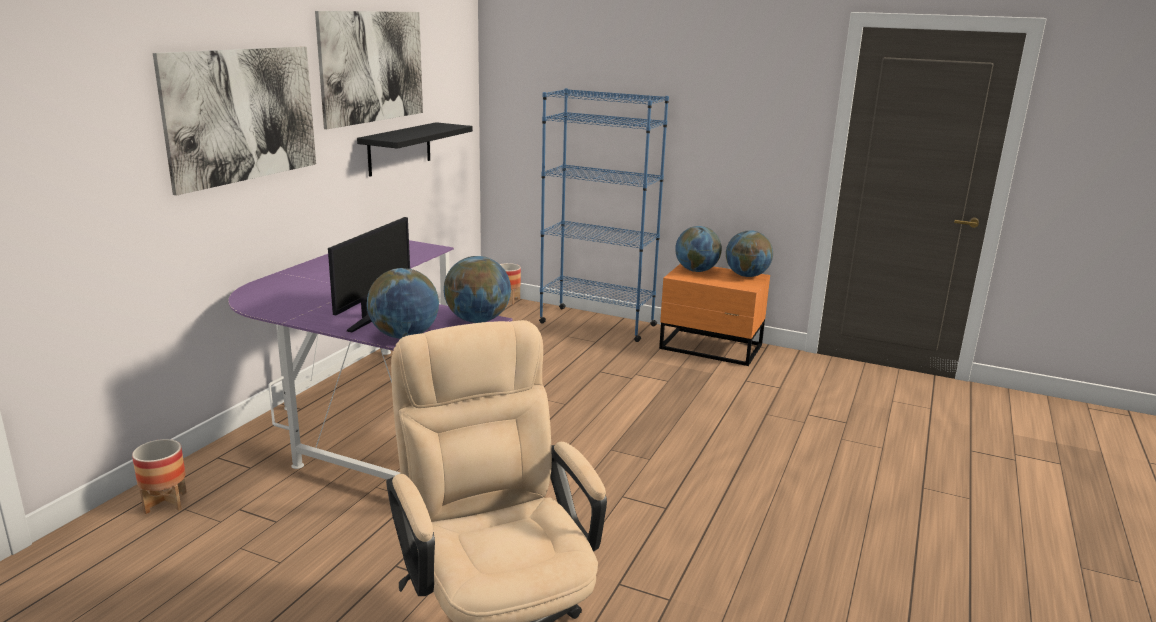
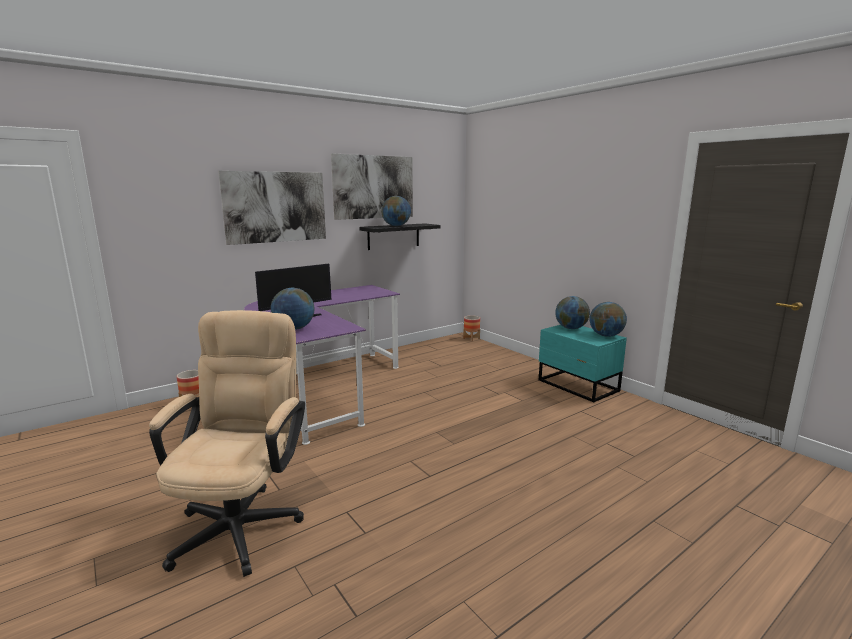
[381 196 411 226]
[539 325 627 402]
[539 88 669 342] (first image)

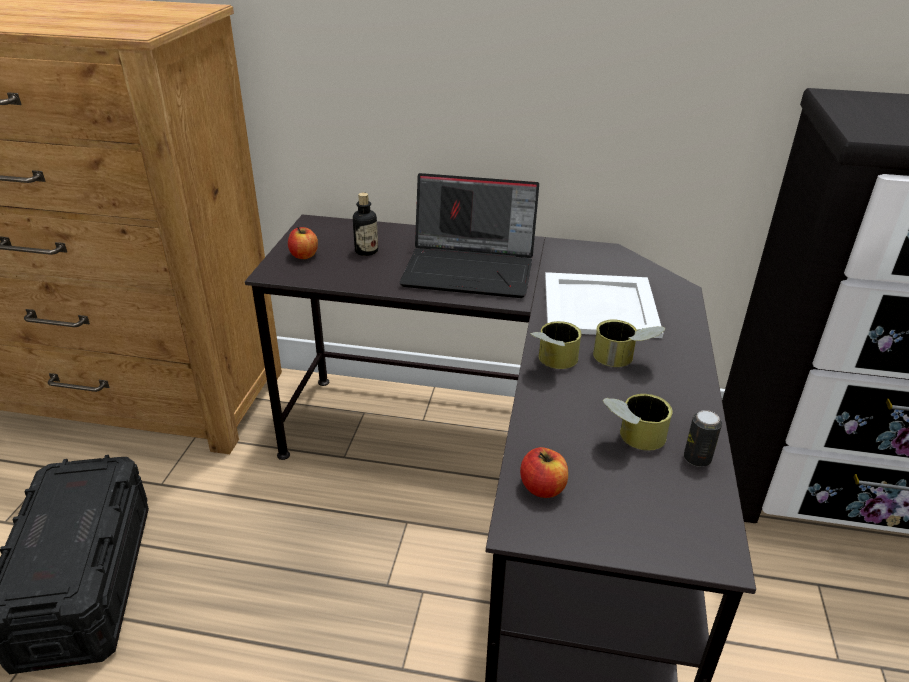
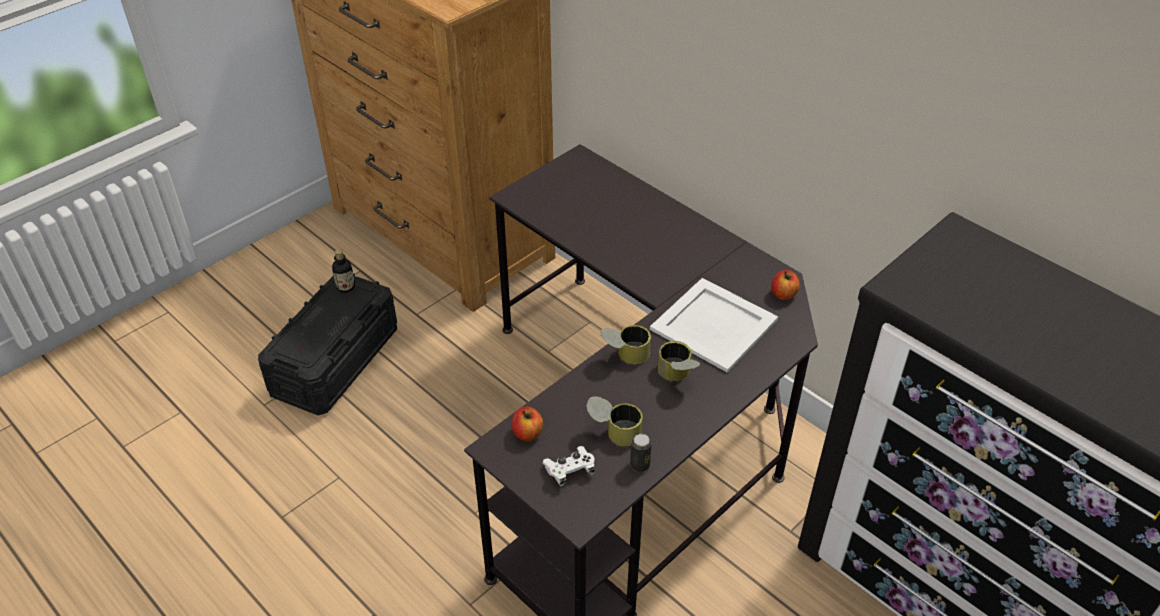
[332 249 355 293]
[543 446 595 486]
[771 270 800 300]
[399 173 539 298] (first image)

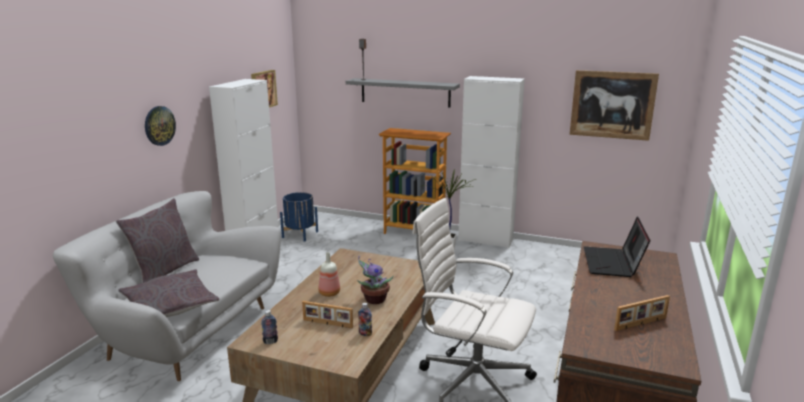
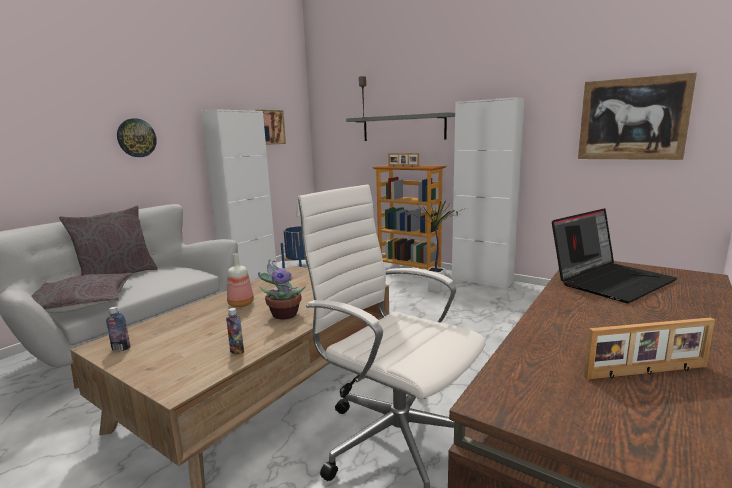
[388 153 419 167]
[552 208 677 303]

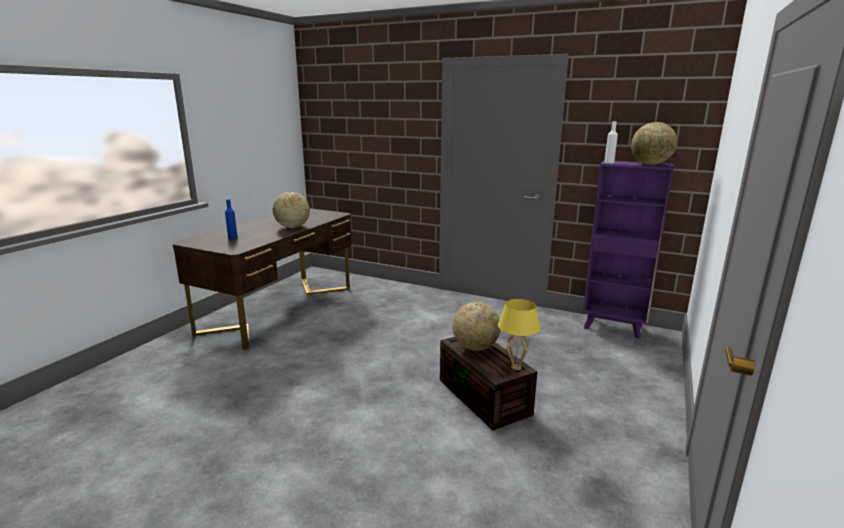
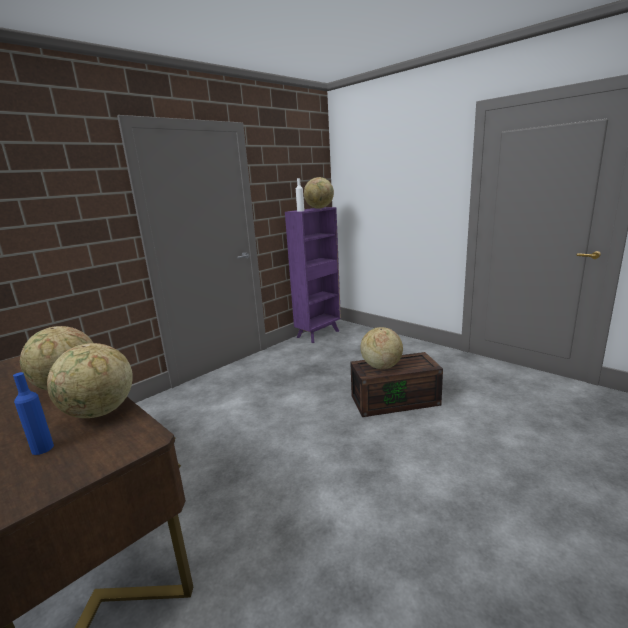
[47 343 133 418]
[498 299 540 370] (first image)

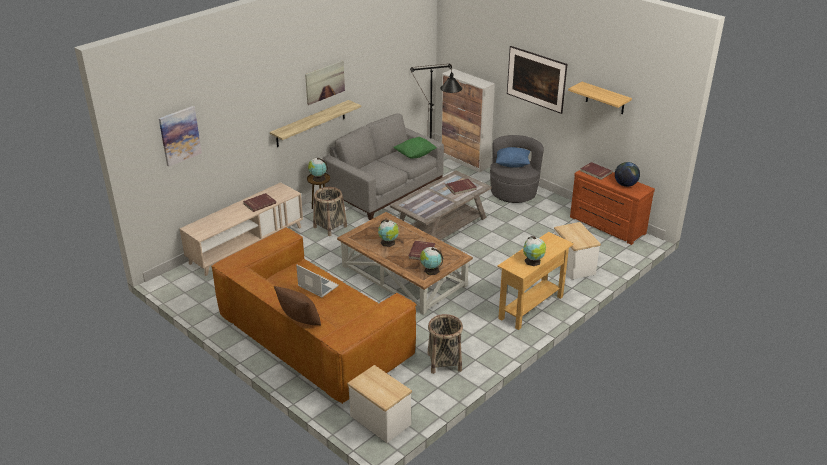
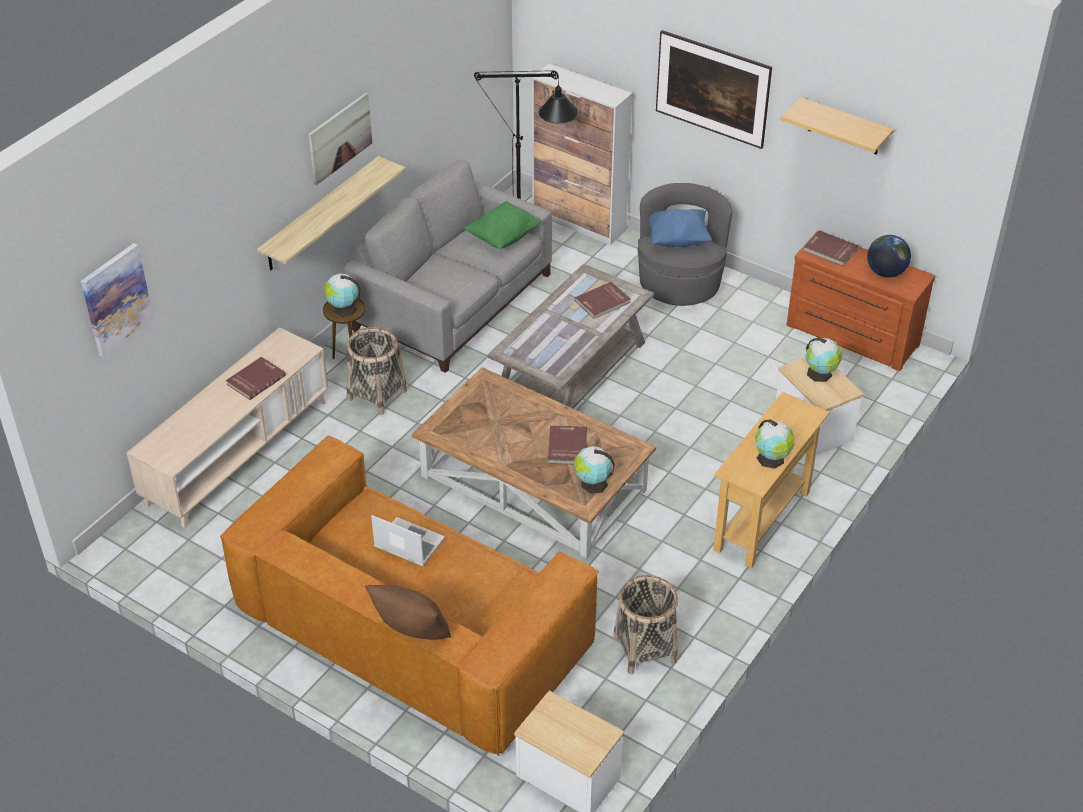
[806 338 842 382]

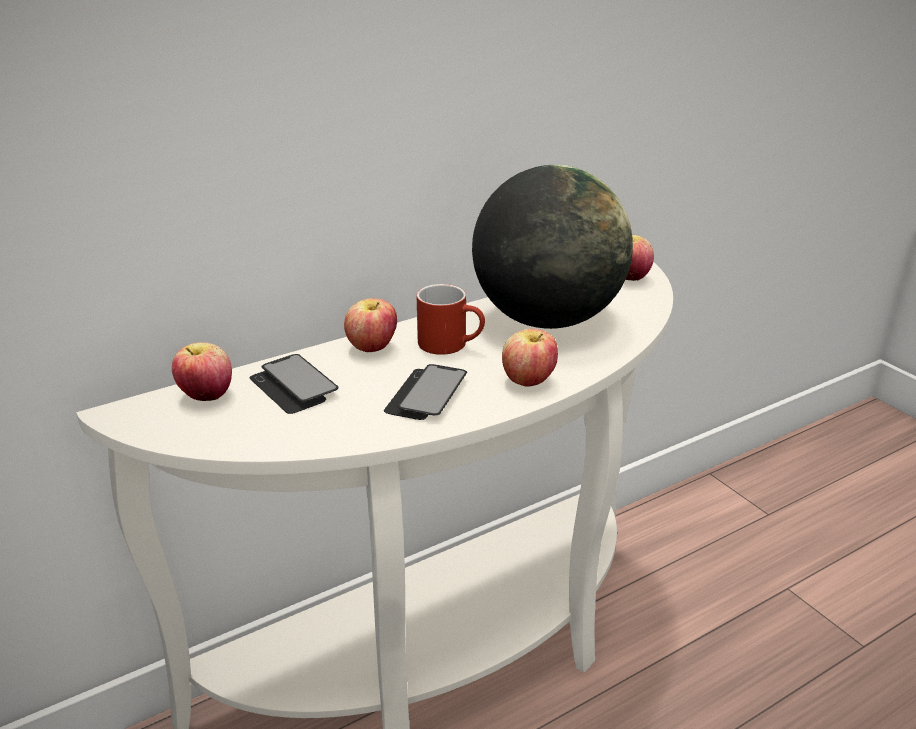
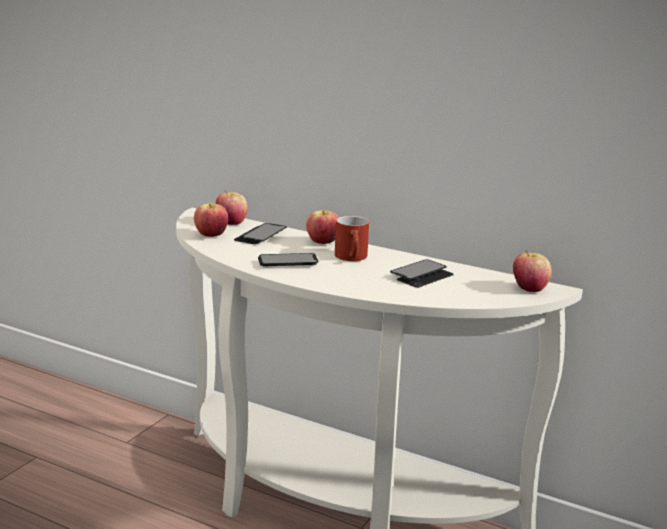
[194 203 228 237]
[390 259 454 287]

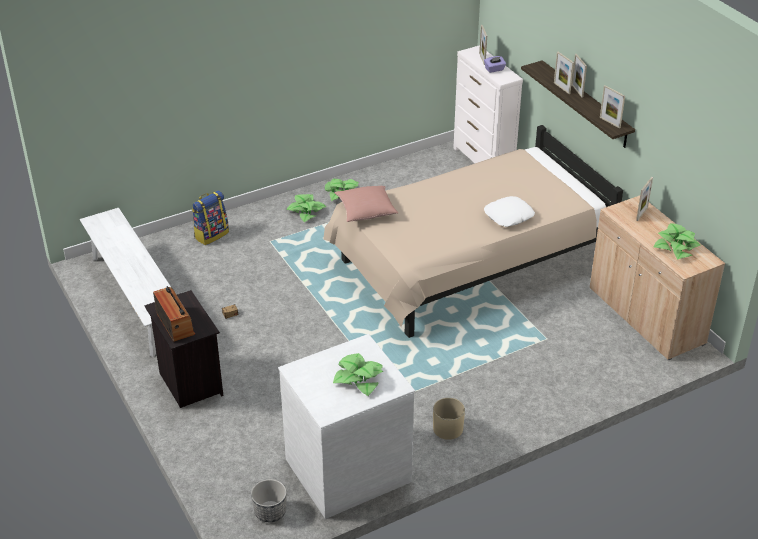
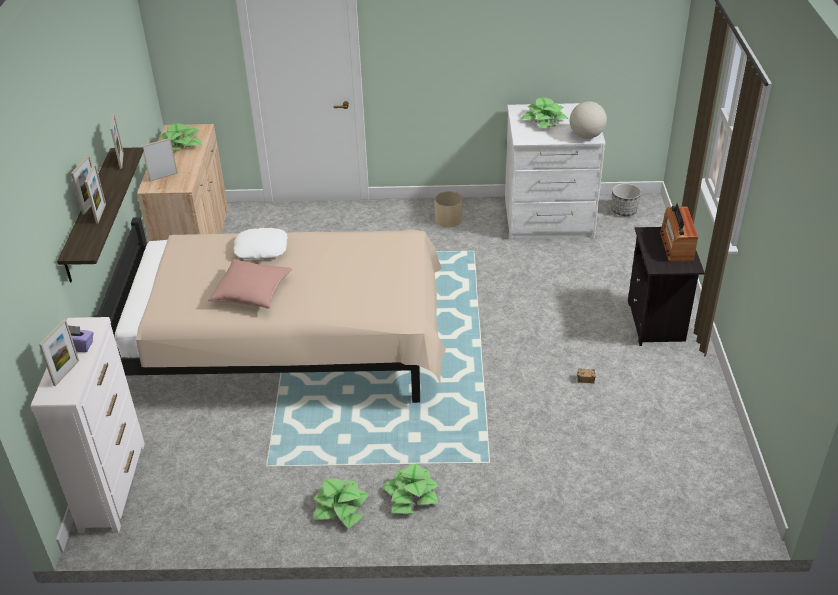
[208 259 292 309]
[570 101 607 139]
[80 208 172 357] (first image)
[192 190 229 245] (first image)

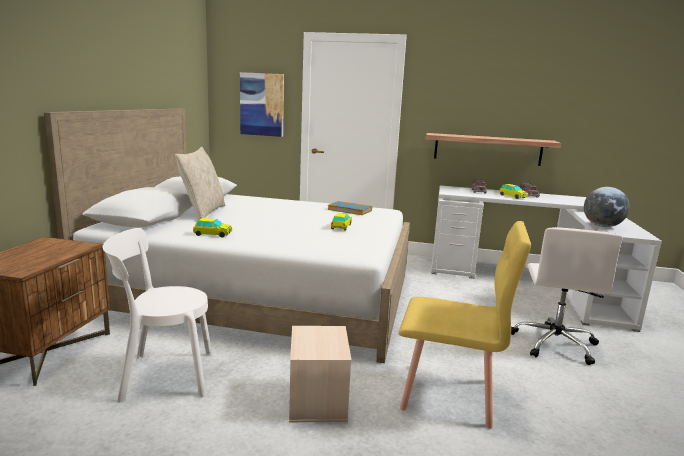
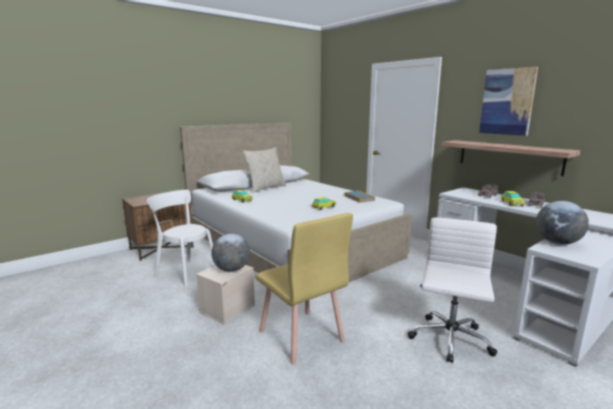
[211 234 250 272]
[407 217 497 363]
[479 67 538 136]

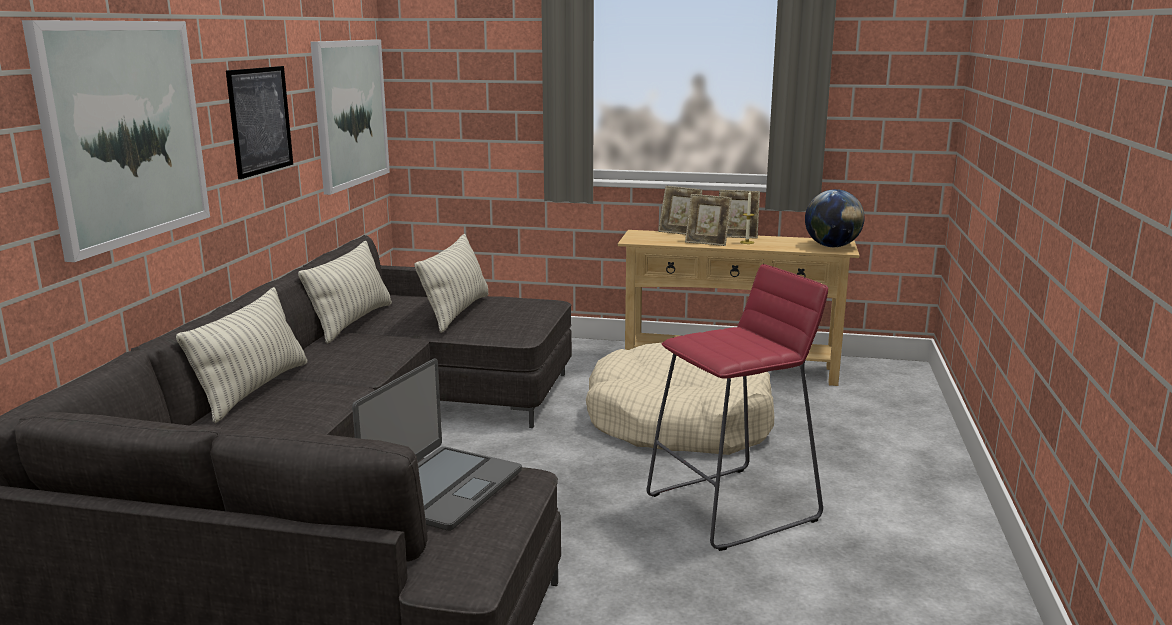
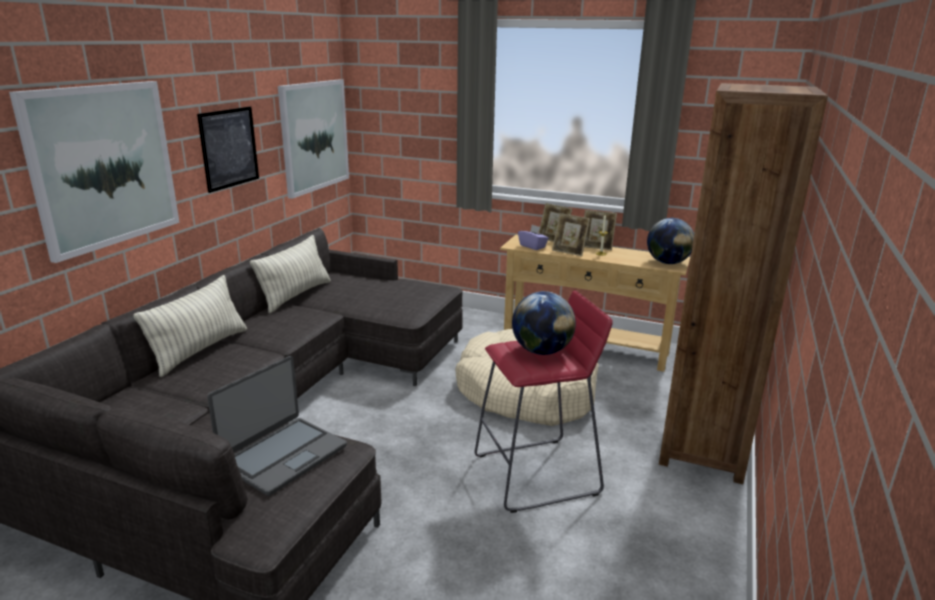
[512 291 576 355]
[518 225 549 250]
[659 83 828 484]
[415 234 489 333] (first image)

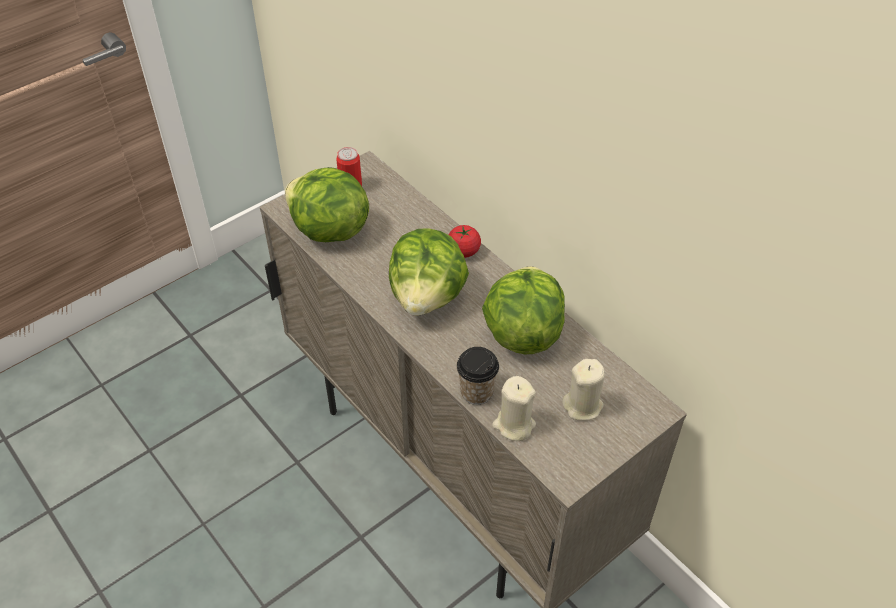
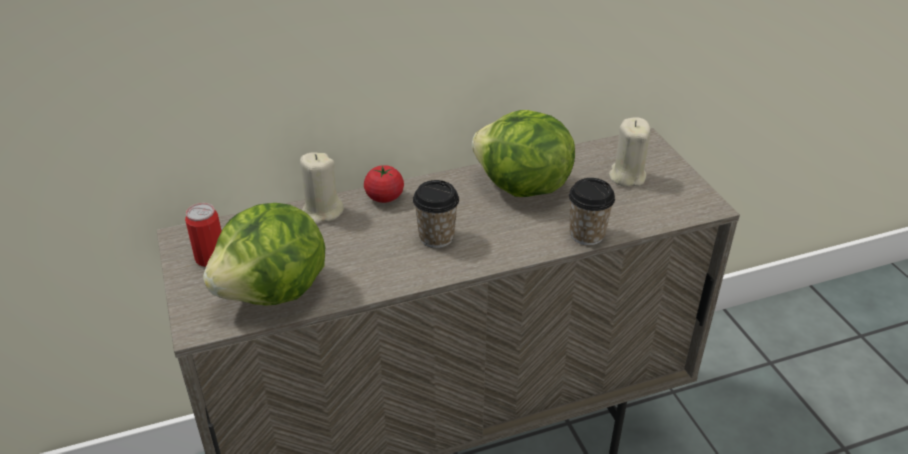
[300 152 344 224]
[413 180 459 248]

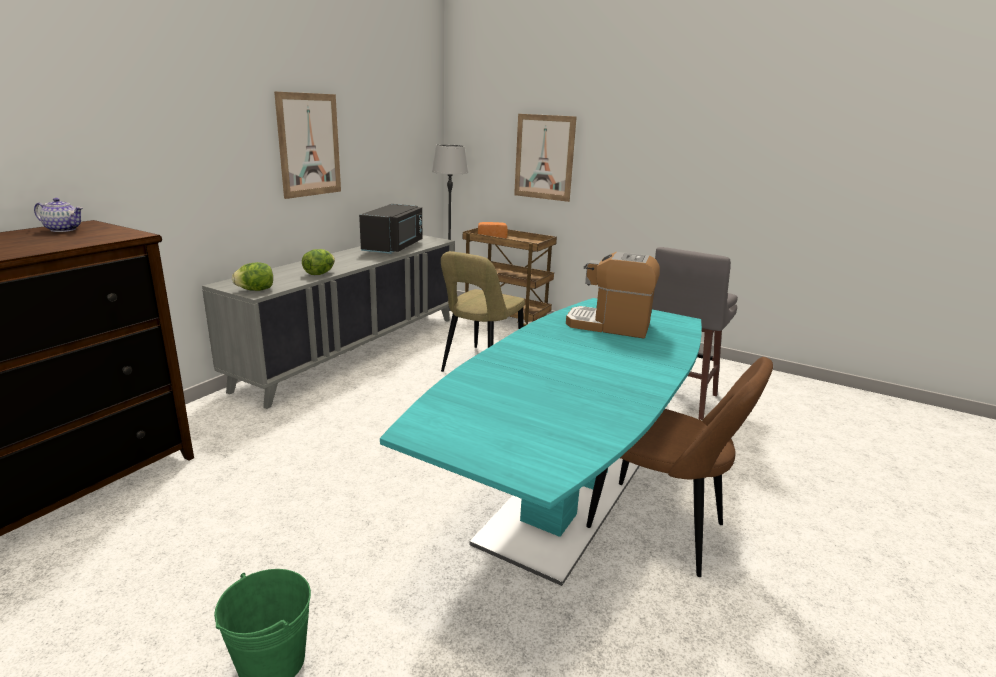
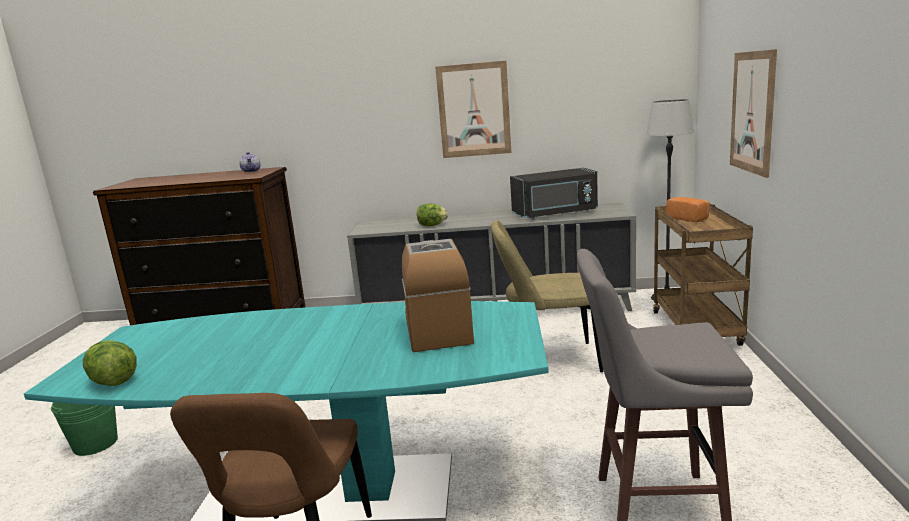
[83 340 137 386]

